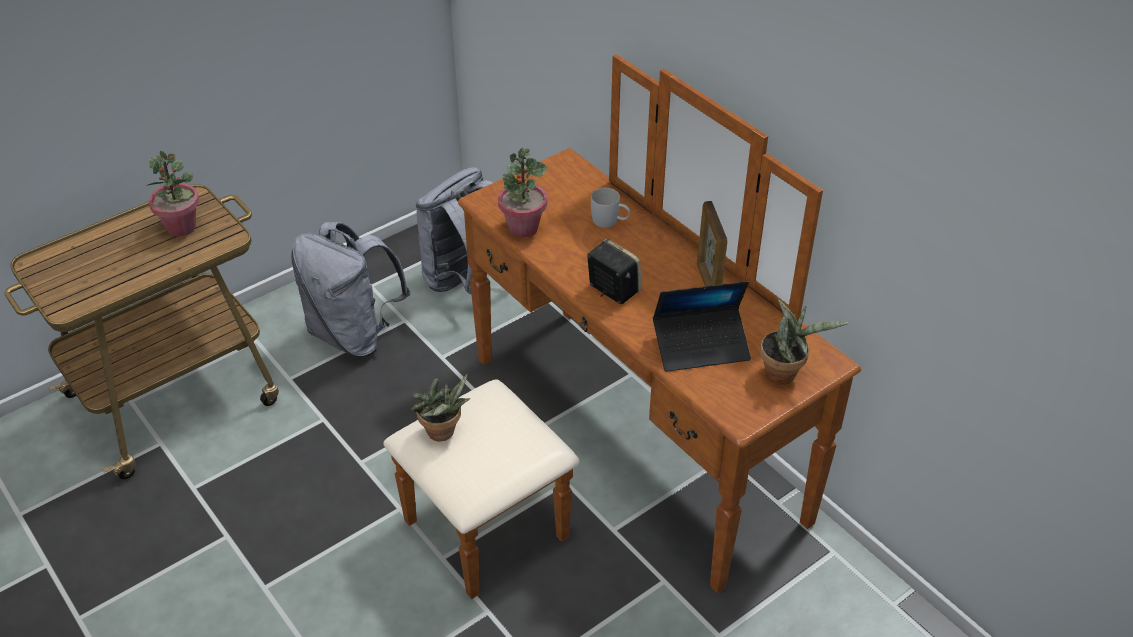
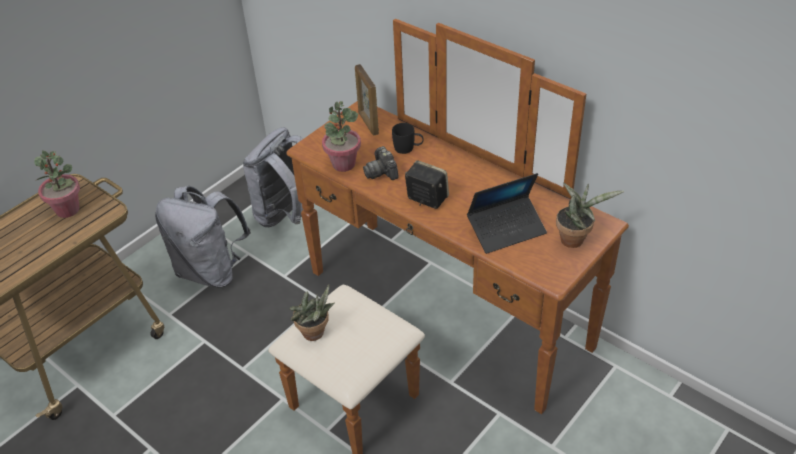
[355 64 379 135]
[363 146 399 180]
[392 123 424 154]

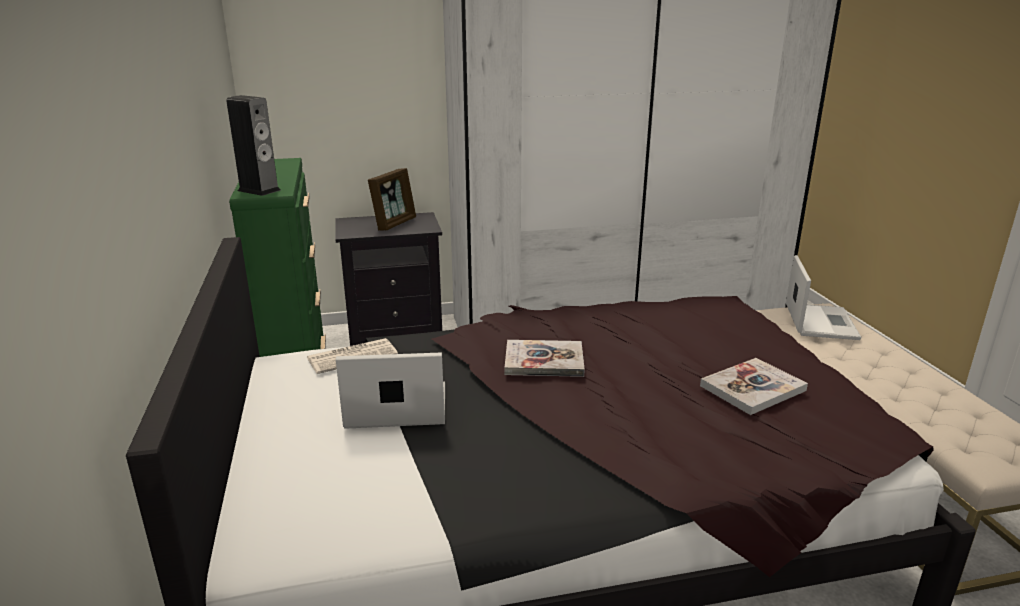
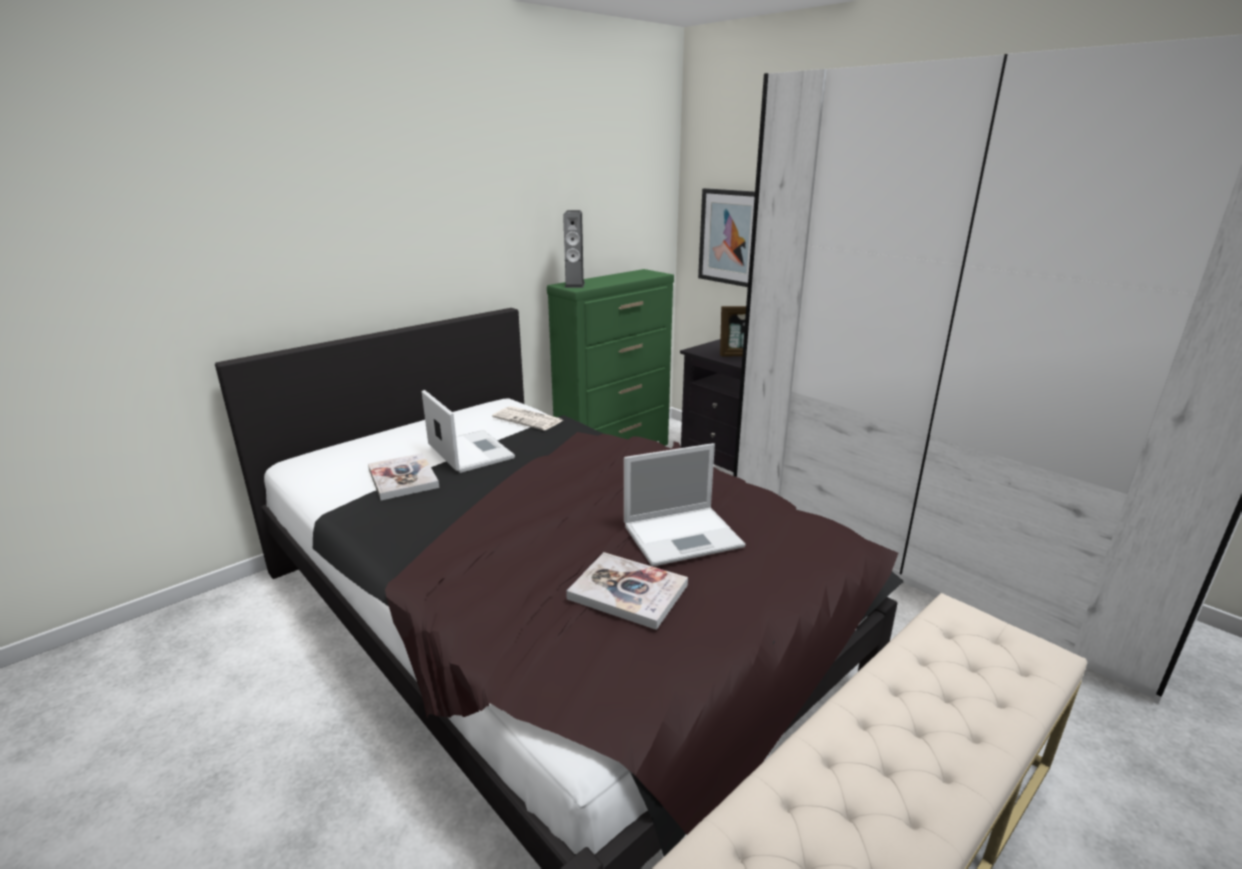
[368 453 440 500]
[624 443 745 567]
[698 188 755 287]

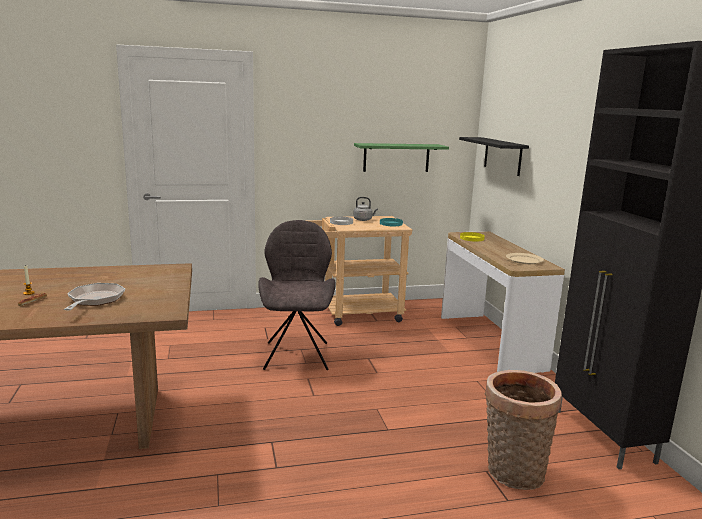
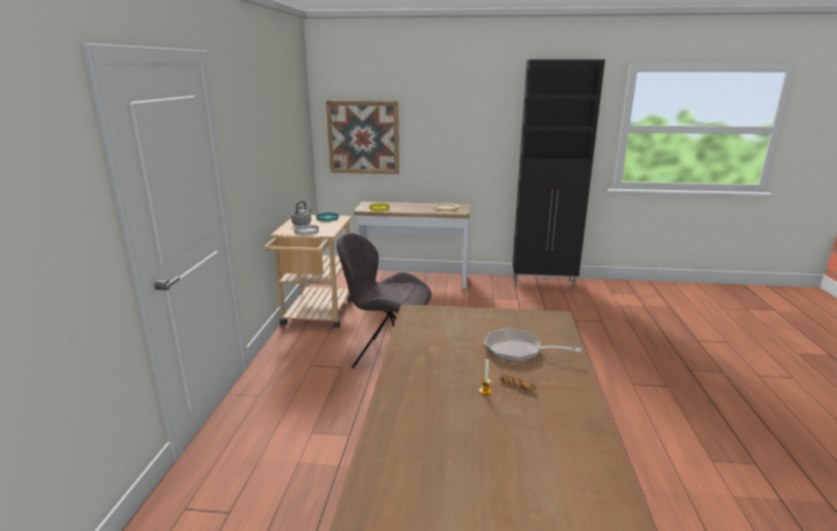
[326 101 399 174]
[354 143 449 172] (first image)
[484 370 562 490] (first image)

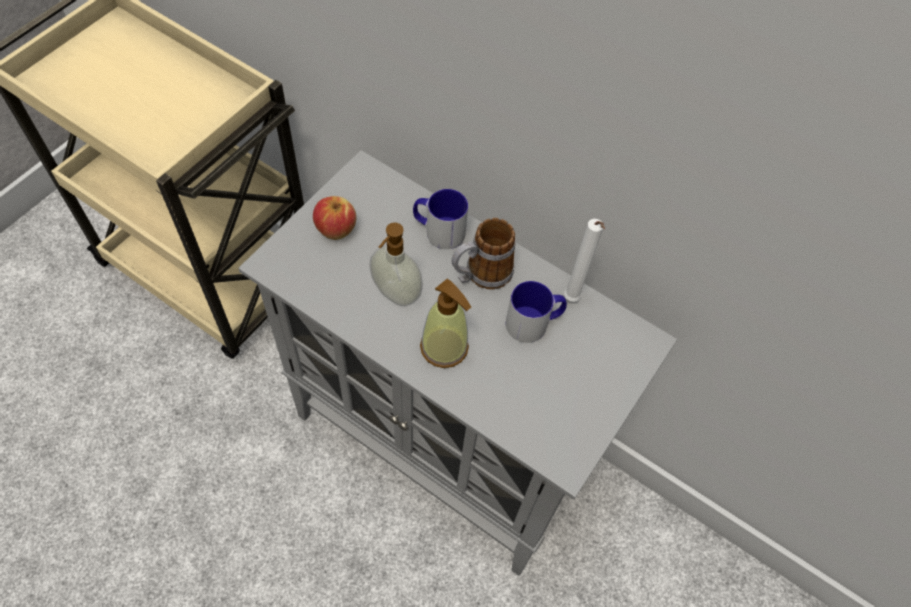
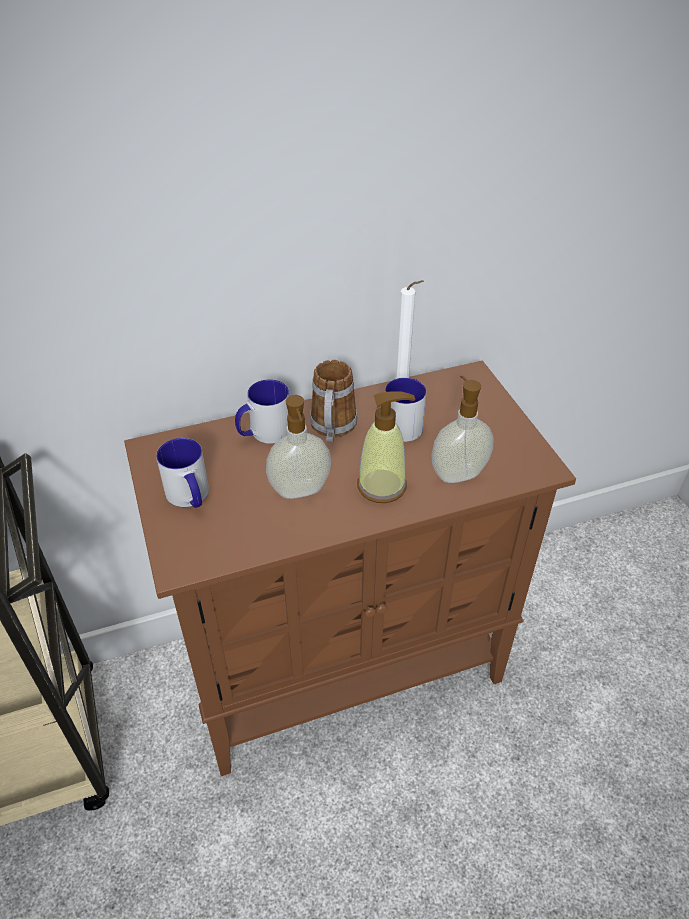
[124 361 576 776]
[156 438 209 508]
[431 375 494 483]

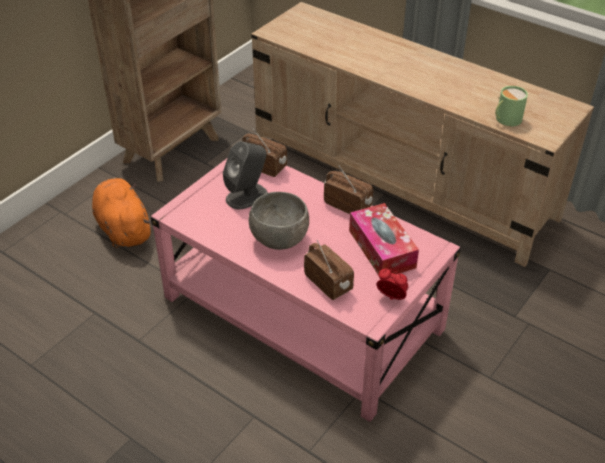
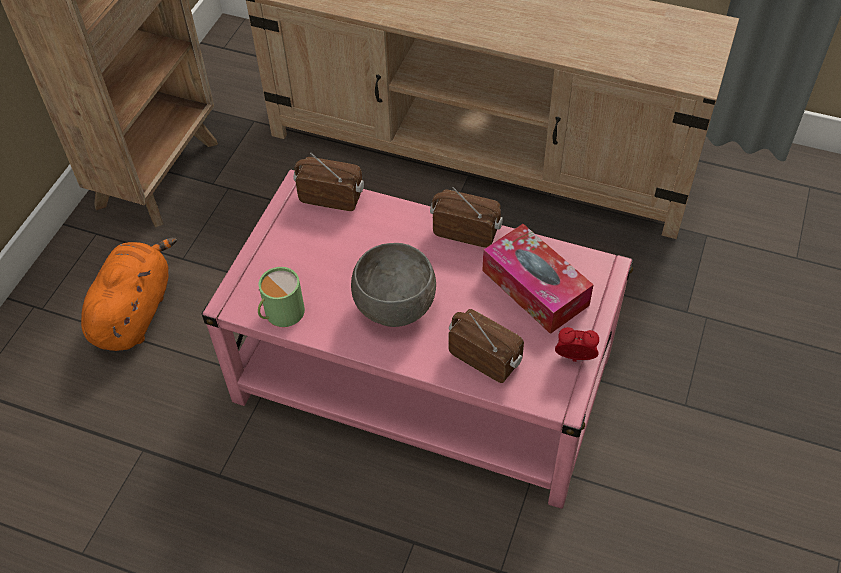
[81 237 177 351]
[258 267 305 327]
[223 141 268 210] (first image)

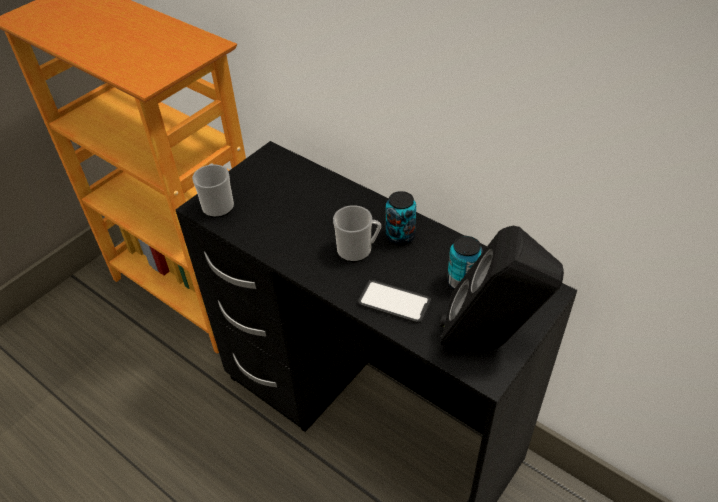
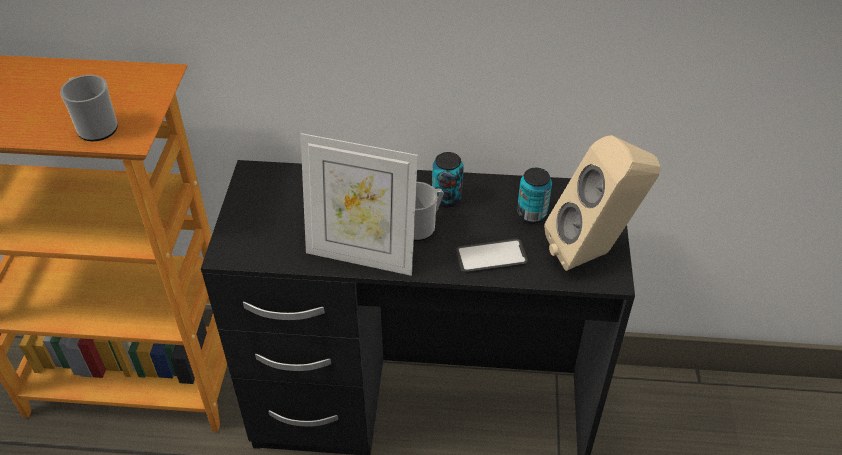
[60 75 118 141]
[300 133 418 276]
[544 135 661 271]

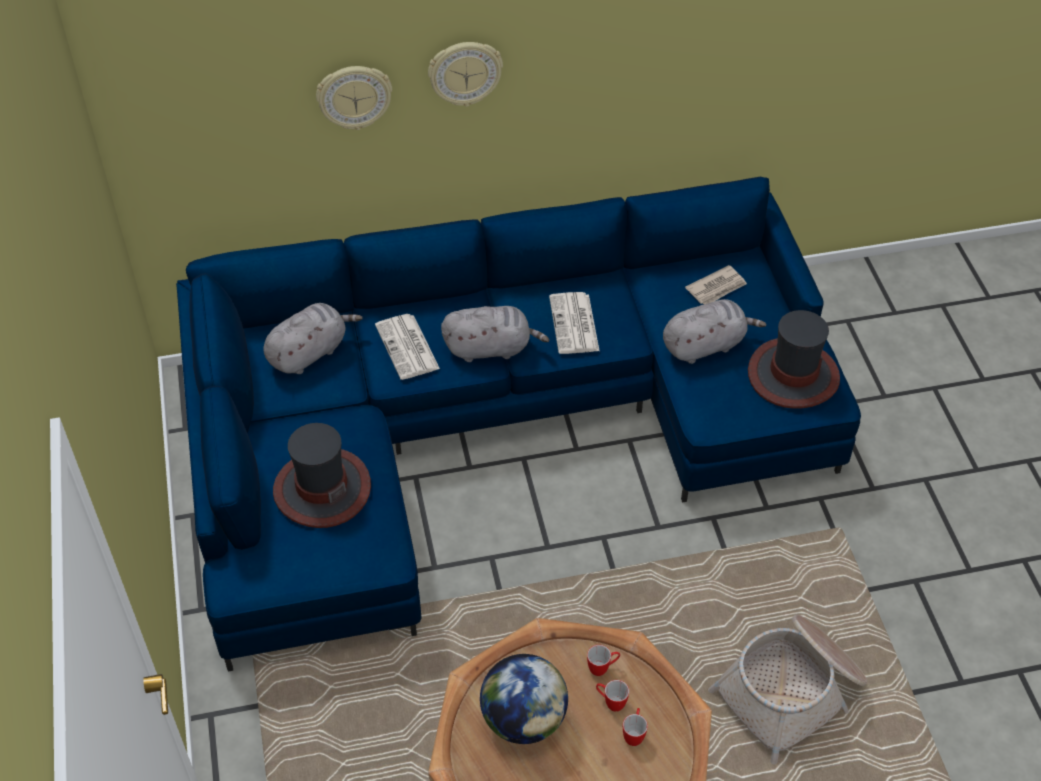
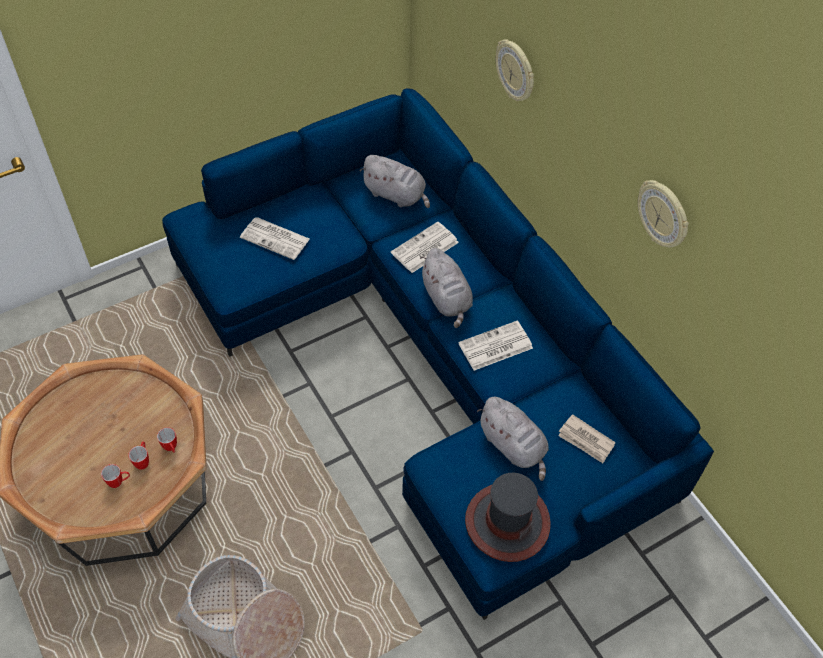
[240 217 310 260]
[638 180 689 248]
[480 654 568 744] (first image)

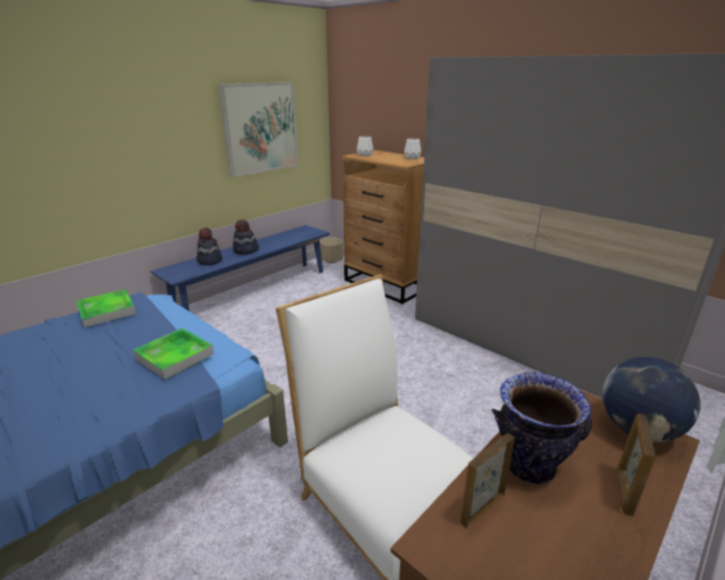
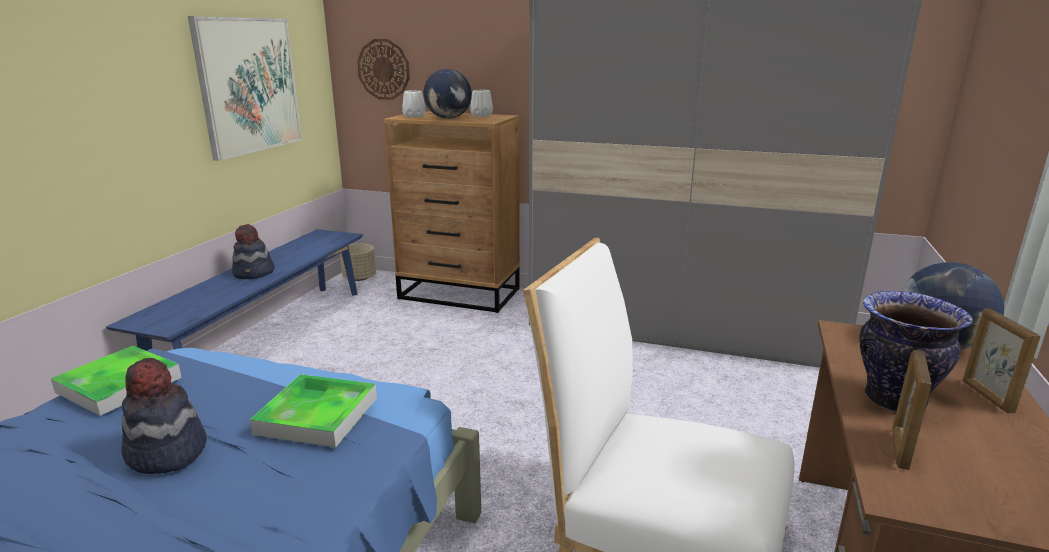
[122 358 207 474]
[357 39 410 100]
[424 69 472 118]

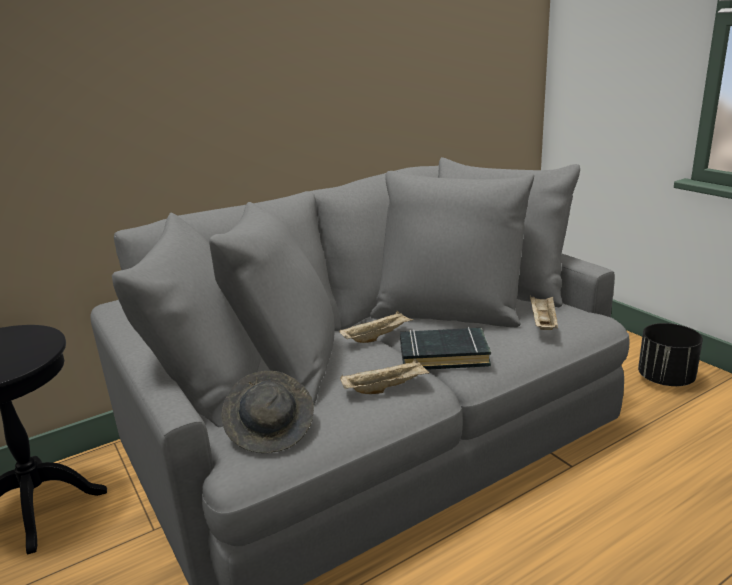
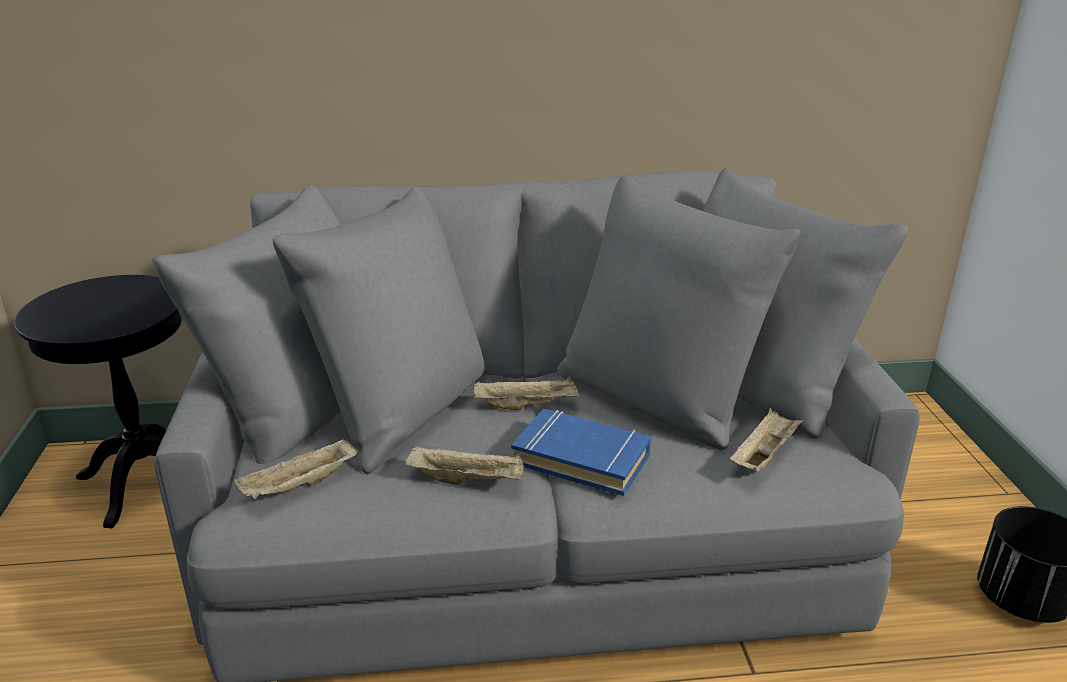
[235 437 357 499]
[511 409 651 496]

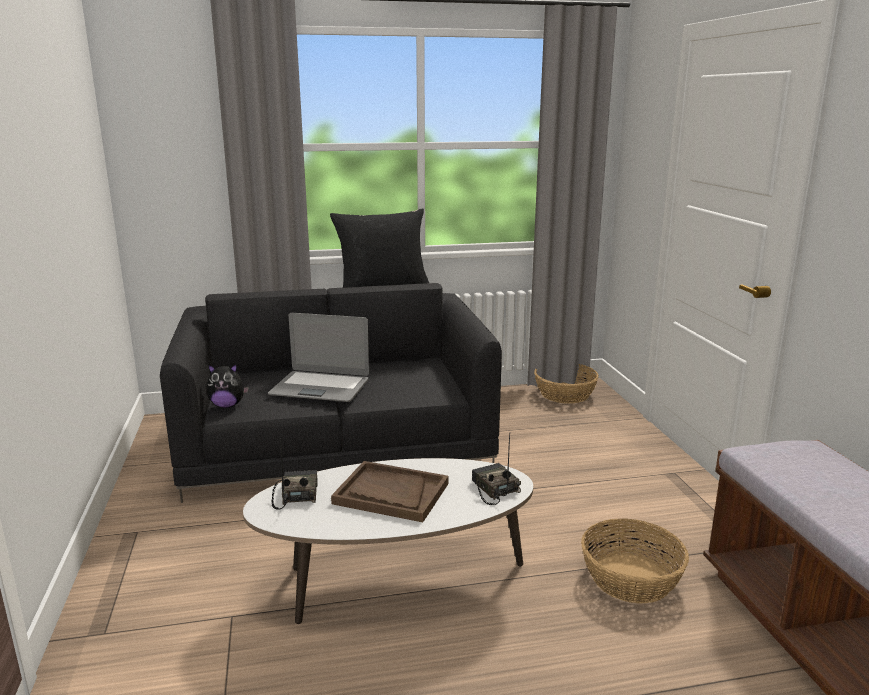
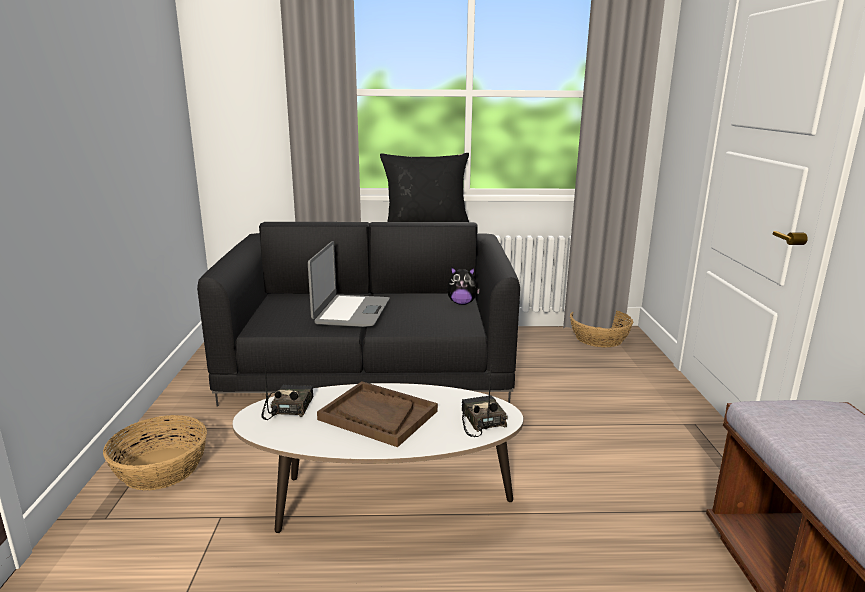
[103 415 207 490]
[308 241 390 327]
[447 267 479 305]

